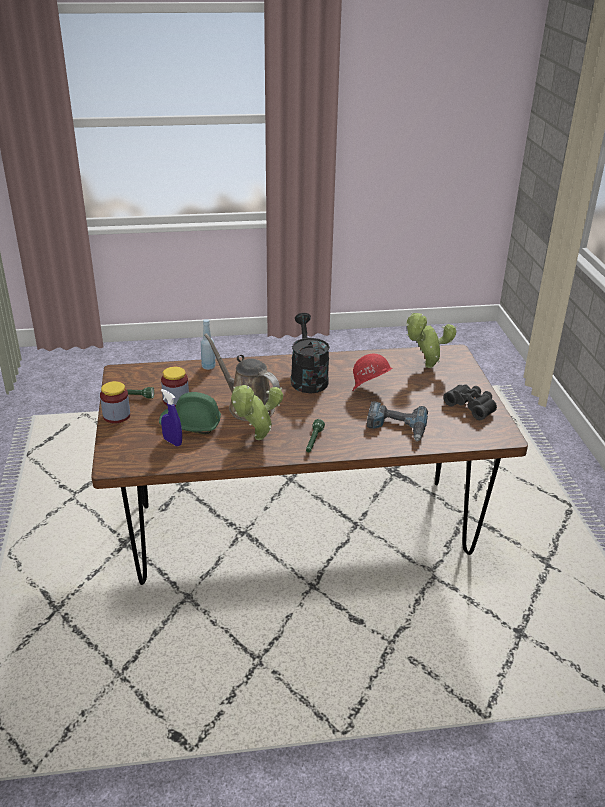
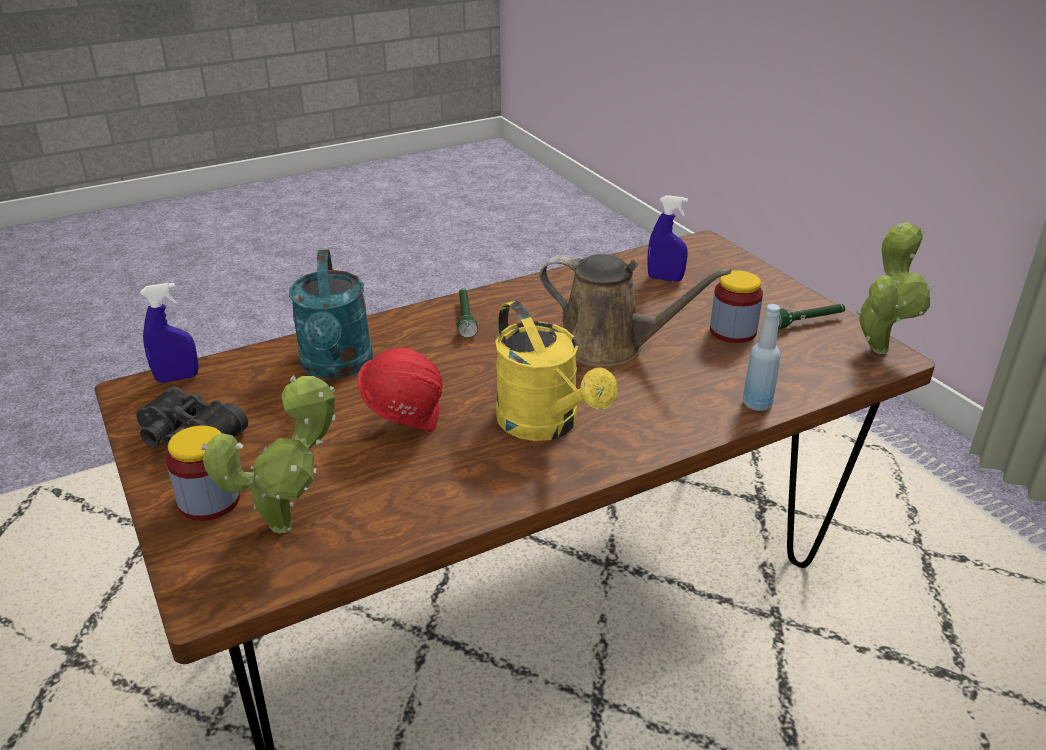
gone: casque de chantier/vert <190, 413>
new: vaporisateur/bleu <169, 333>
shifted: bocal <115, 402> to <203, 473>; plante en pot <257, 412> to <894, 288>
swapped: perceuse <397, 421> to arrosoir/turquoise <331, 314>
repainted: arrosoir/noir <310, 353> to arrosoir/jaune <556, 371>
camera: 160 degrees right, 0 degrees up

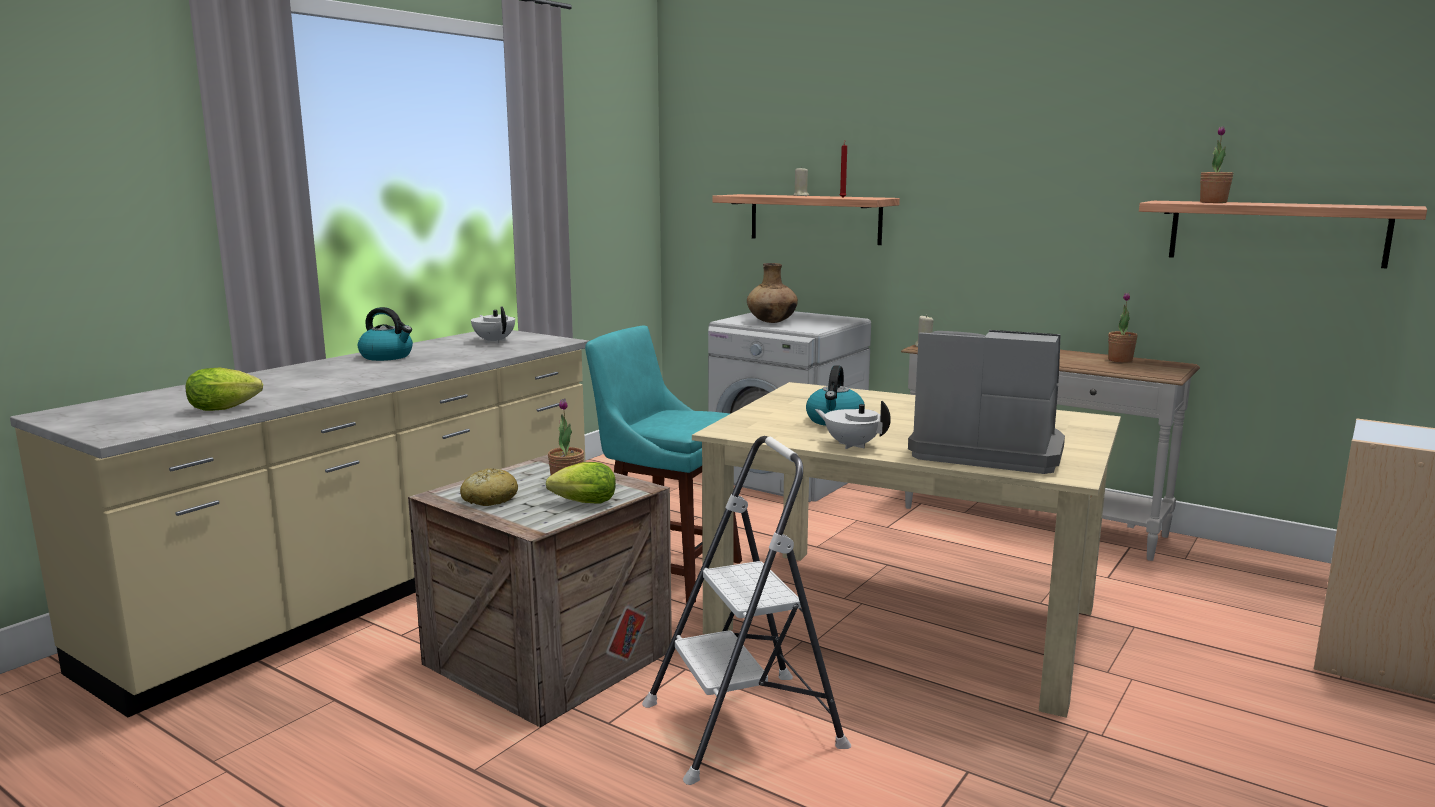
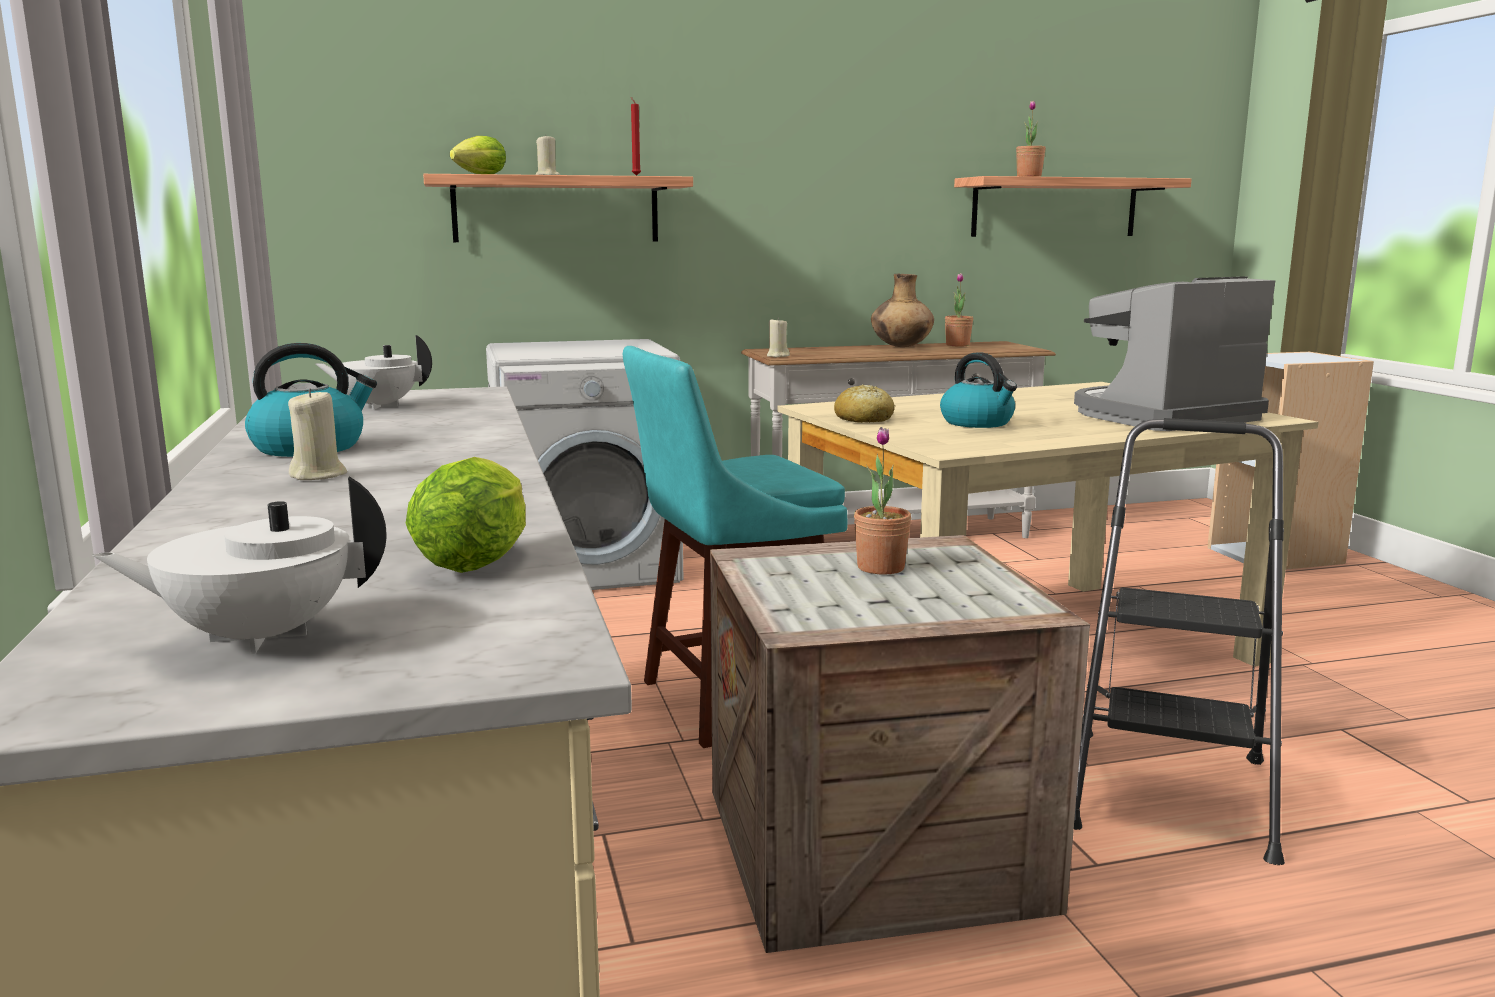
new: bougie/beige <317, 434>
shifted: vase/marron <772, 293> to <902, 310>; théière/blanc <853, 425> to <239, 565>; laitue <581, 483> to <478, 155>; pain <489, 487> to <864, 403>
repainted: escabeau/blanc <746, 610> to escabeau/noir <1179, 641>
camera: 50 degrees left, 0 degrees up

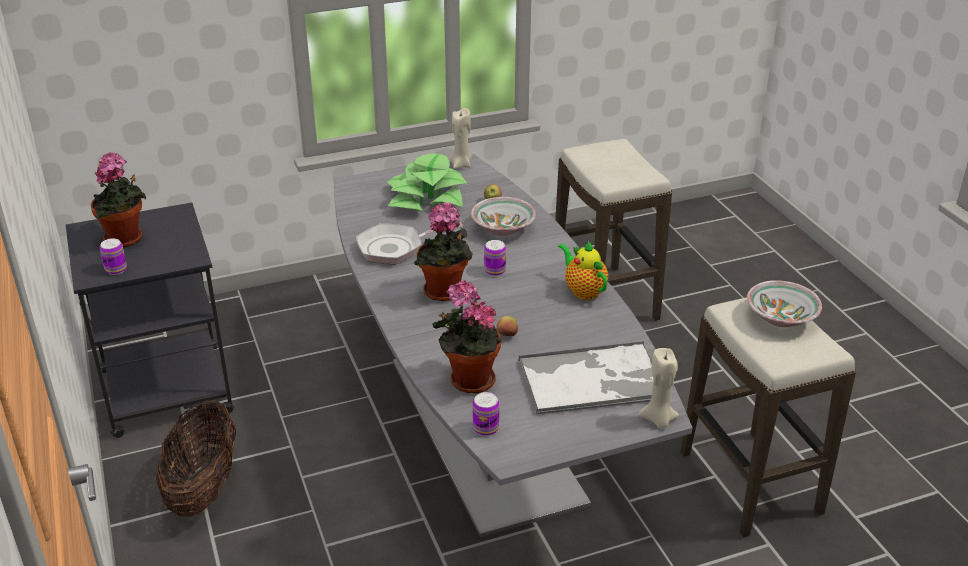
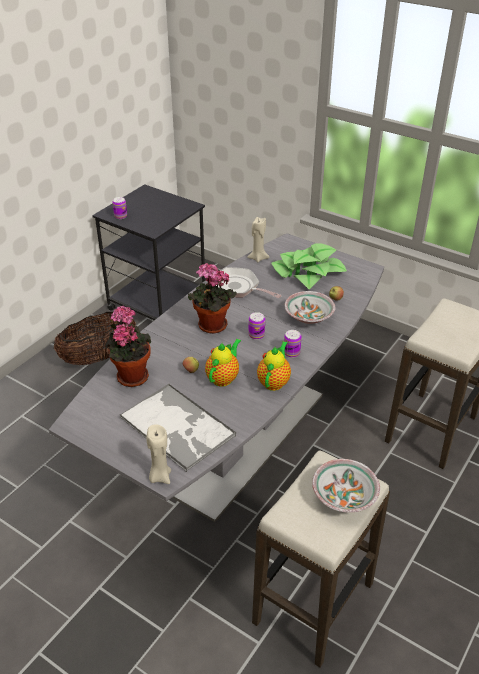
gone: plante en pot <118, 199>
new: théière <223, 363>
shifted: bougie/beige <461, 138> to <258, 240>; boîte métallique <486, 414> to <292, 344>
camera: 55 degrees right, 5 degrees up

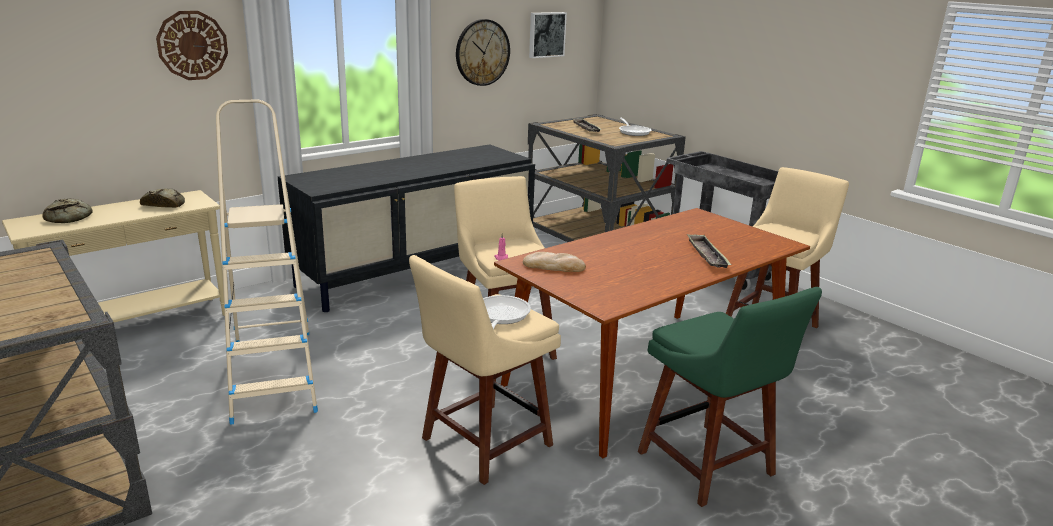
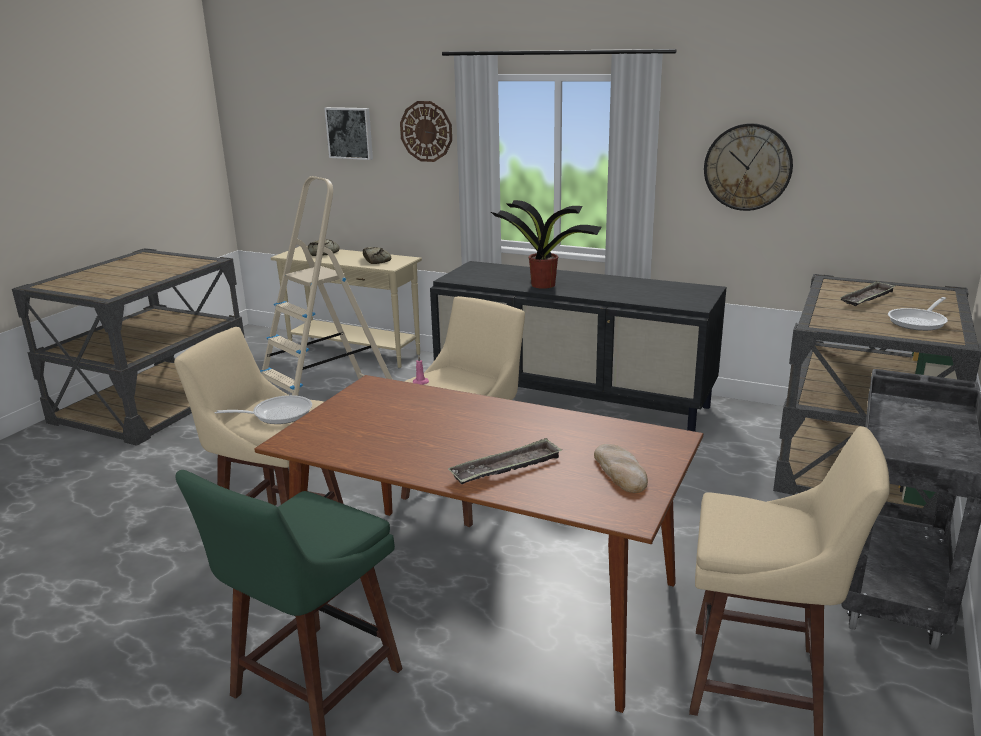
new: plante en pot <546, 244>
shifted: tableau <548, 35> to <348, 133>; pain <554, 262> to <621, 468>
camera: 65 degrees right, 0 degrees up

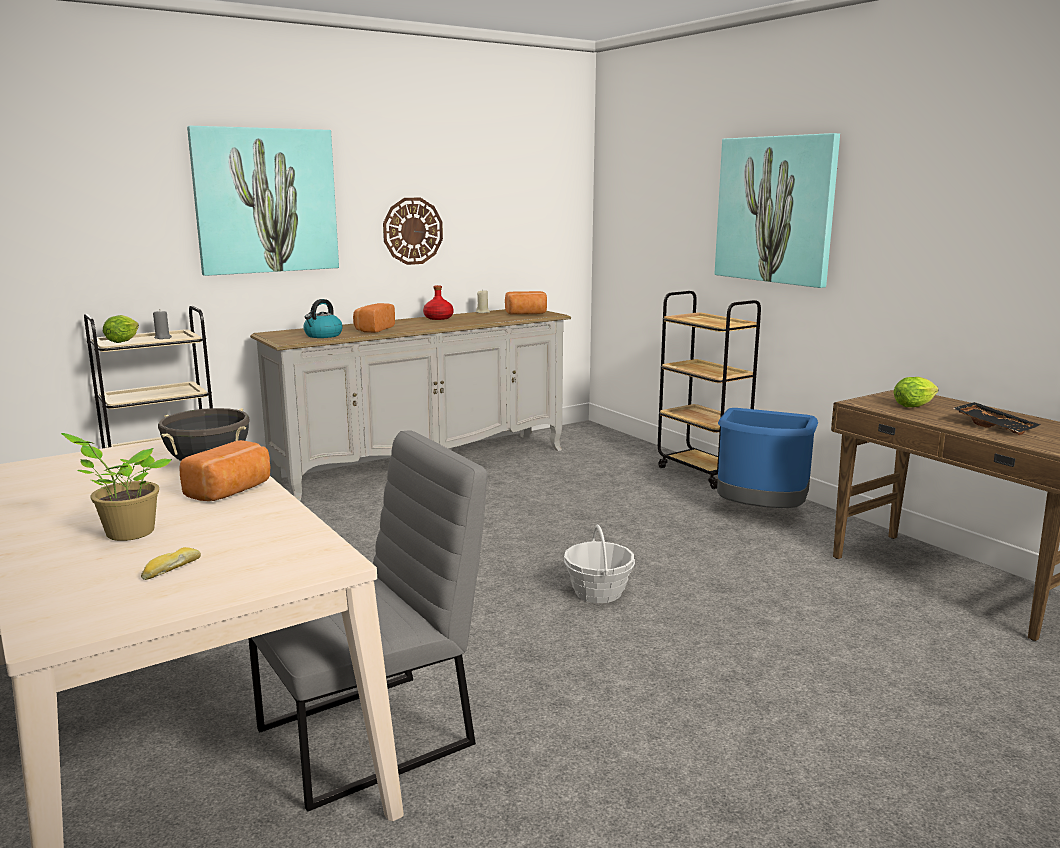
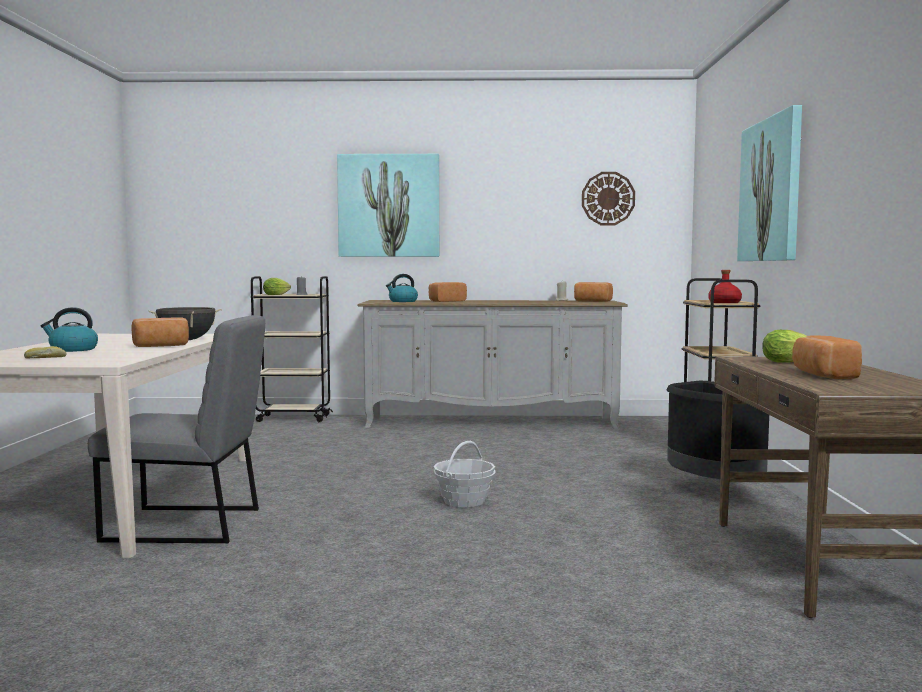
shifted: horloge murale <413, 231> to <608, 199>; bouteille/rouge <438, 302> to <725, 286>
swapped: plateau/noir <996, 418> to pain <827, 357>; plante en pot <116, 487> to bouilloire <69, 329>
repainted: poubelle/bleu <767, 458> to poubelle/noir <718, 429>
camera: 35 degrees right, 10 degrees down

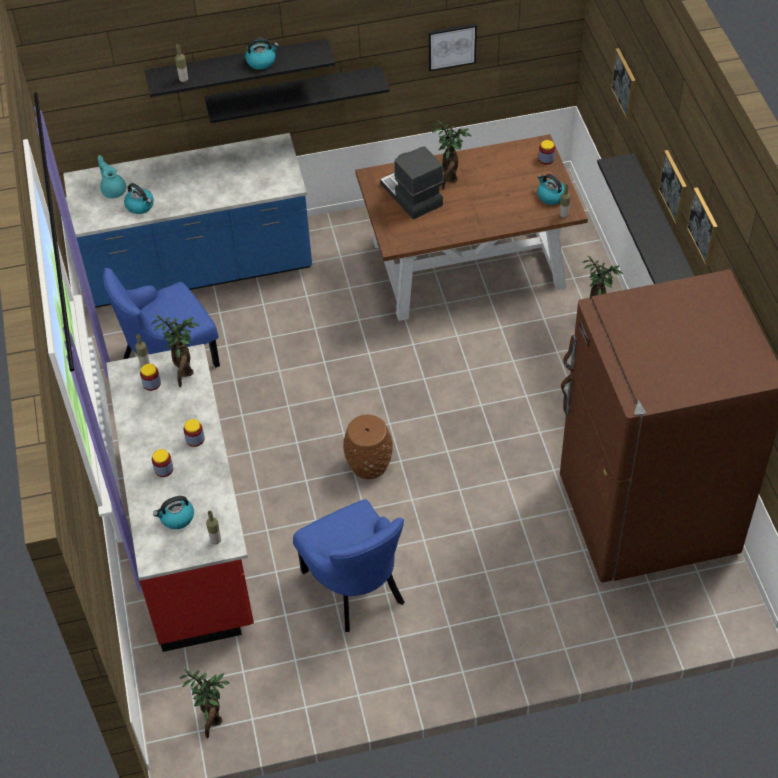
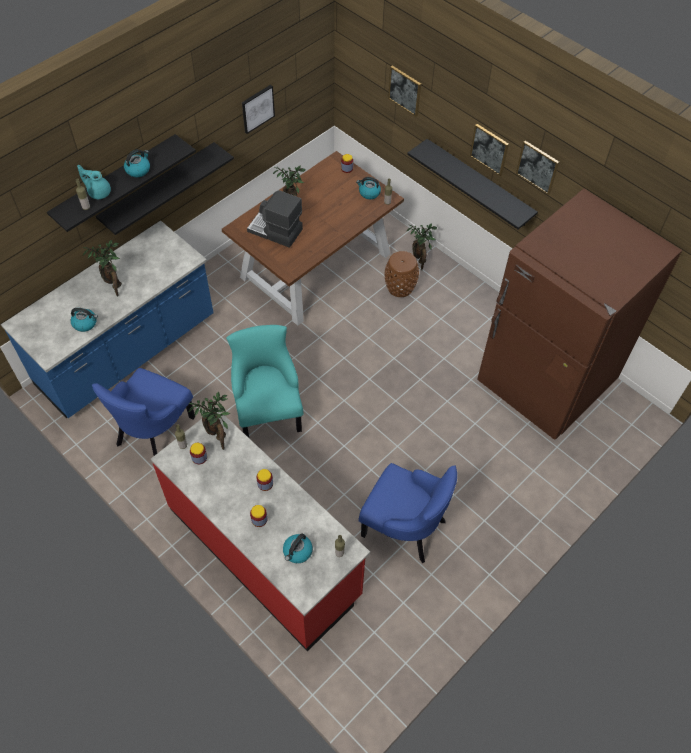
new: chaise/turquoise <265, 381>
shifted: théière/turquoise <112, 176> to <94, 182>; tabouret/marron <368, 447> to <402, 274>; plante en pot <204, 704> to <102, 268>
camera: 35 degrees left, 5 degrees up

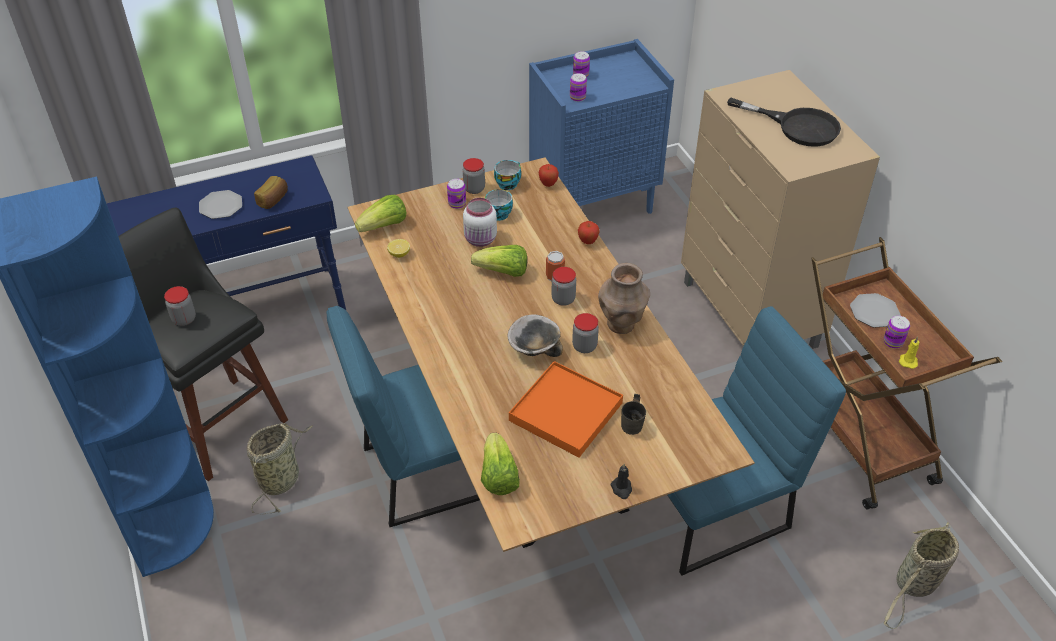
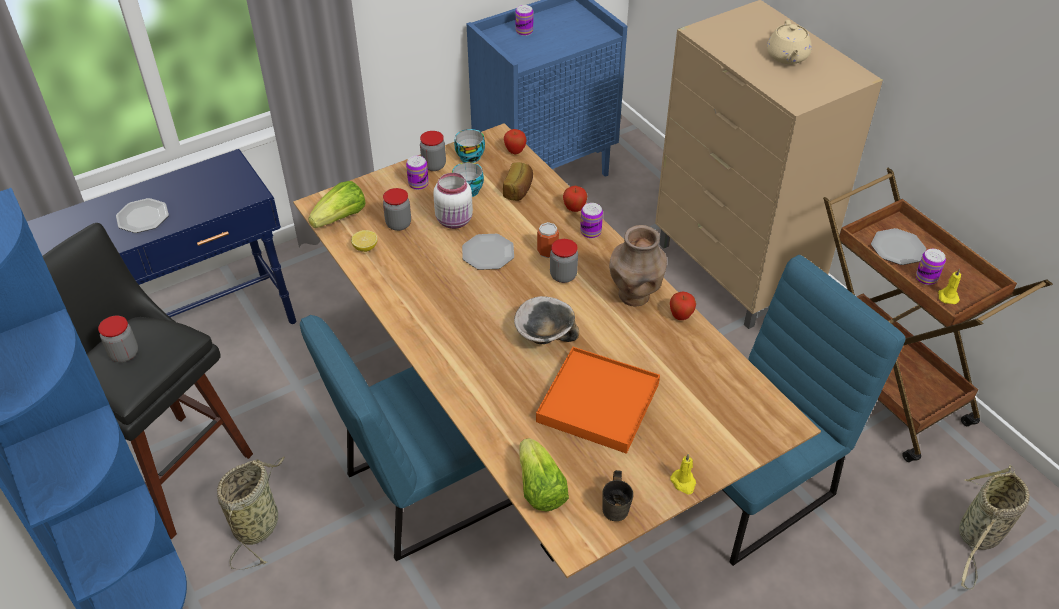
new: pomme <683, 305>
shifted: boîte métallique <578, 87> to <591, 220>; pain <271, 192> to <518, 181>; bocal <585, 333> to <397, 209>; mug/gris <633, 414> to <617, 495>
swapped: poêle/noir <784, 122> to théière/beige <789, 42>; laitue <499, 261> to assiette <488, 252>
repainted: bougie/noir <621, 481> to bougie/jaune <683, 474>
camera: 10 degrees left, 0 degrees up

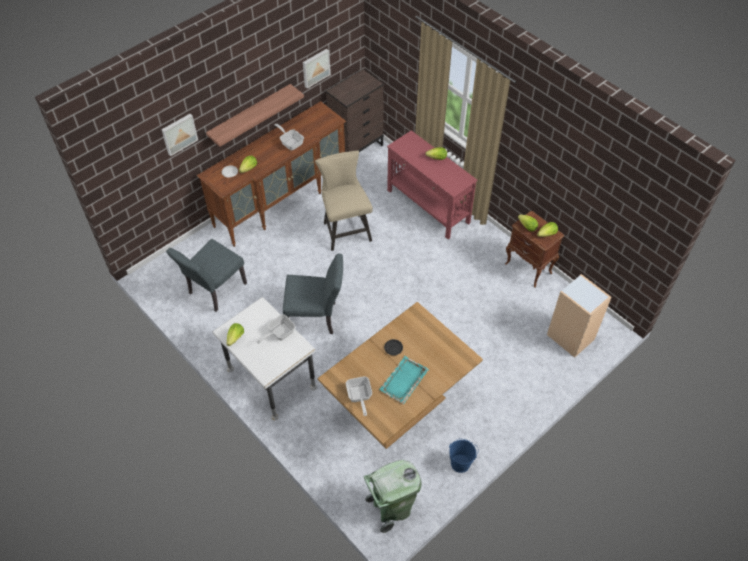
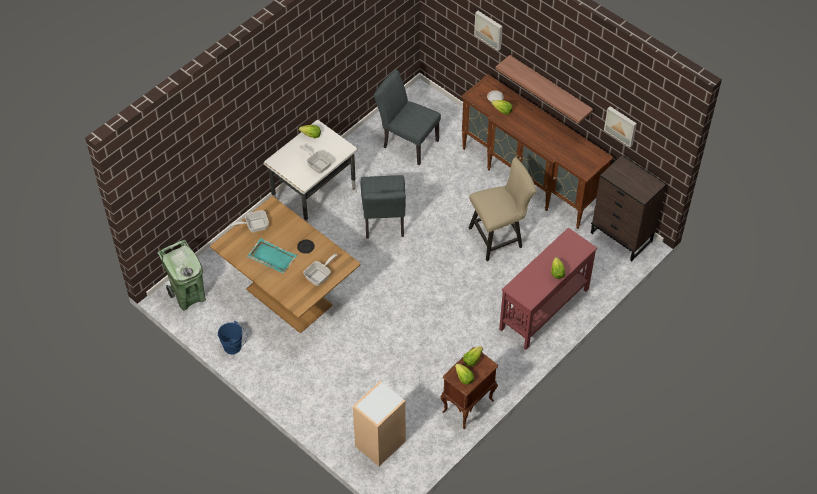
shifted: poêle <289, 137> to <320, 270>
camera: 85 degrees right, 0 degrees up

